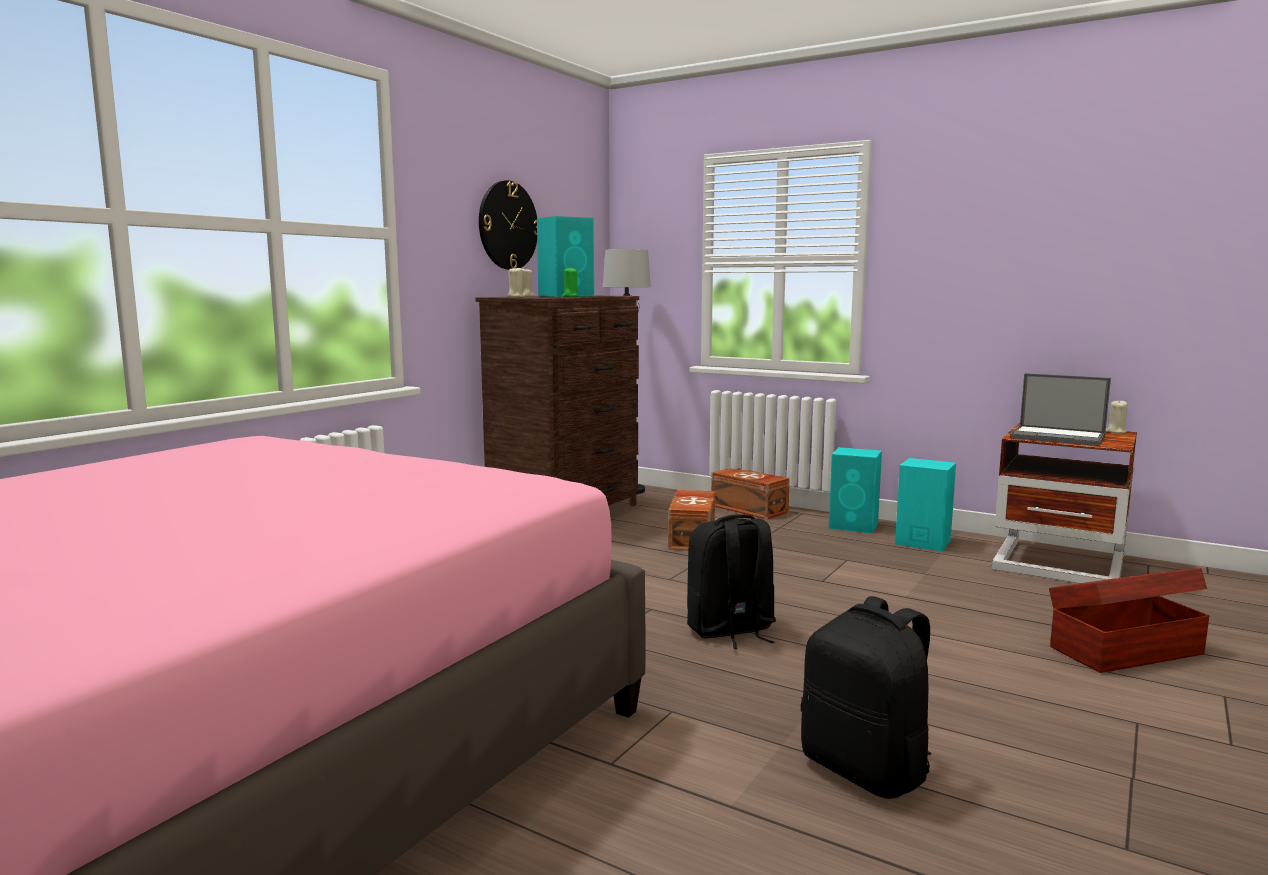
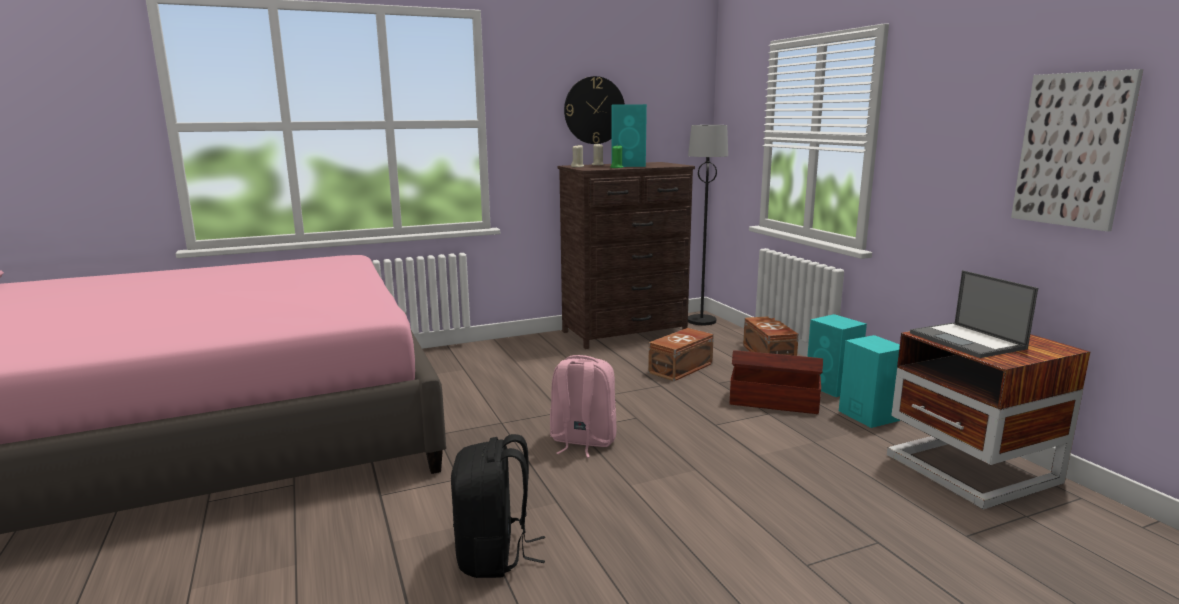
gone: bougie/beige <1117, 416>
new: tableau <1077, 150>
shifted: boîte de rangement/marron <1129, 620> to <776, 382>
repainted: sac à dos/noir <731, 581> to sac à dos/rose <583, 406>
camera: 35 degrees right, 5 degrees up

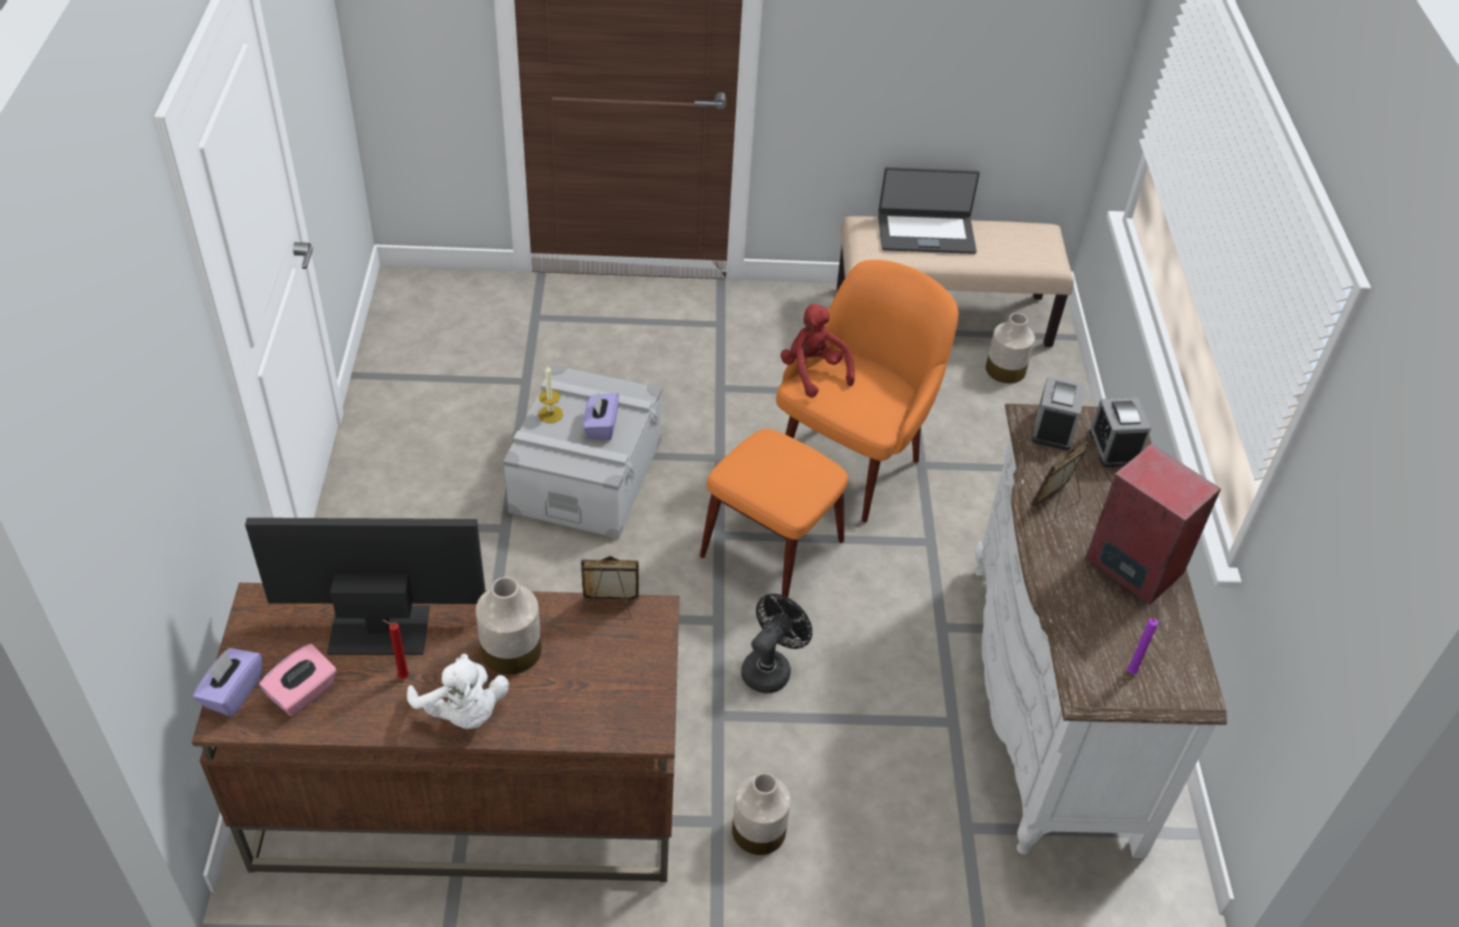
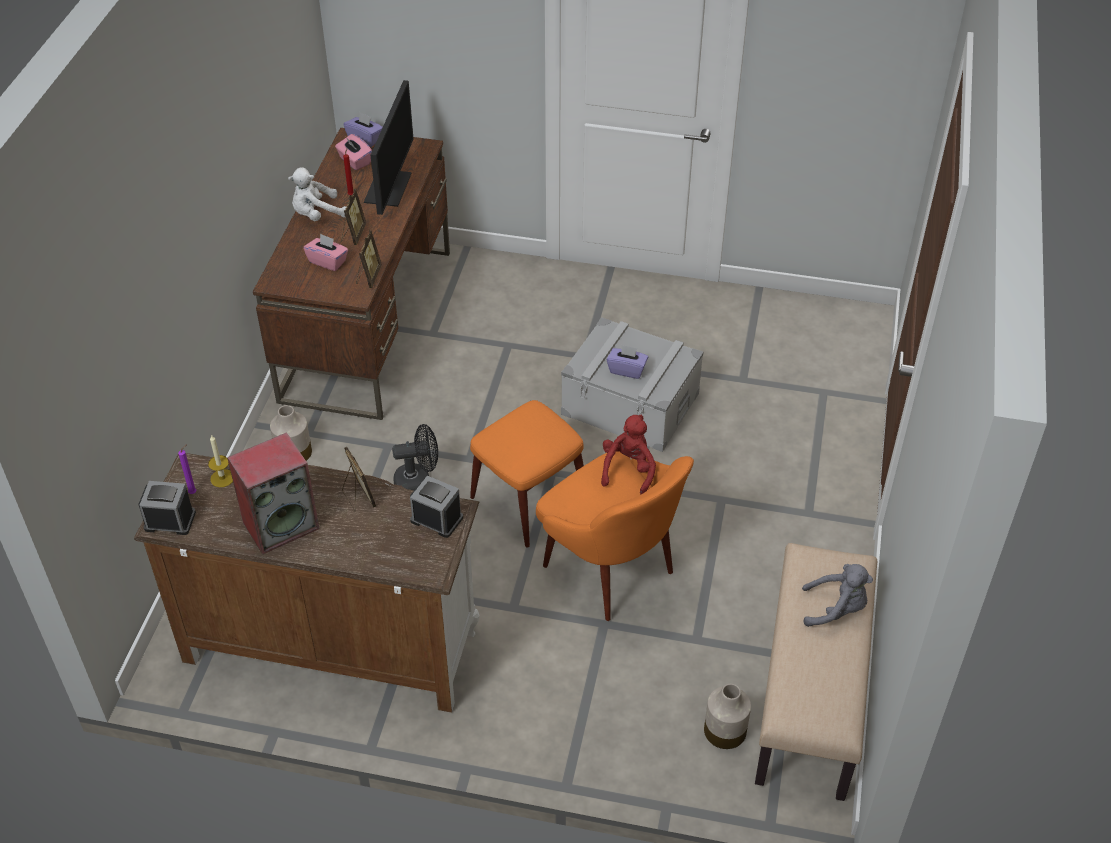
new: boîte à mouchoirs/rose <326, 252>
shifted: bougie <550, 394> to <220, 461>; réveil <1120, 432> to <167, 508>
swapped: ordinateur portable <929, 210> to peluche/gris <837, 595>; vase/beige <509, 626> to cadre photo <353, 217>
rotated: peluche/rouge <817, 351> = <628, 454> 60 degrees counterclockwise; ventilateur/noir <776, 643> = <415, 457> 60 degrees counterclockwise
camera: 105 degrees right, 0 degrees up

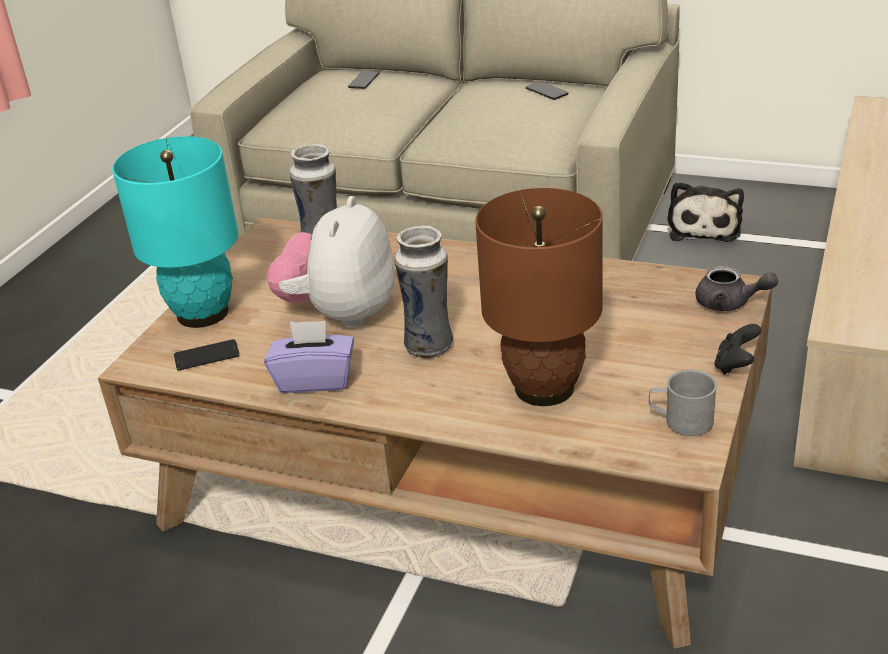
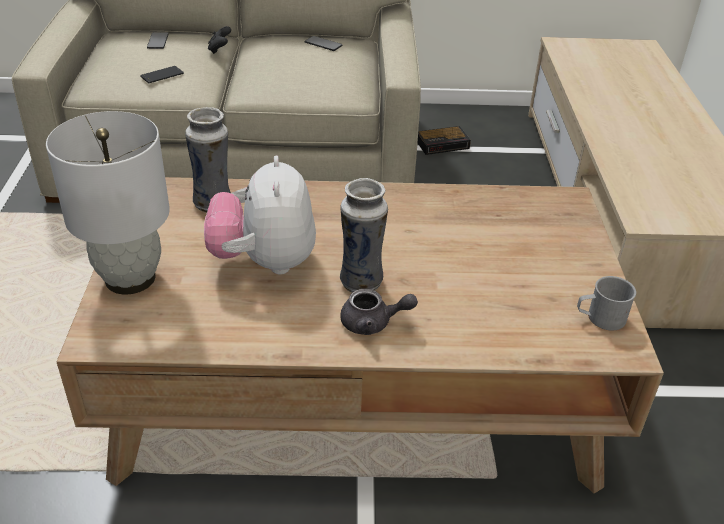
gone: lampe de table/marron <539, 297>; boîte à mouchoirs/violet <309, 356>
shifted: théière/gris <737, 288> to <379, 312>; manette/noir <738, 349> to <219, 40>; téléphone <207, 355> to <162, 74>
swapped: peluche <706, 212> to réveil <444, 140>
repainted: lampe de table/turquoise <175, 232> to lampe de table/blanc <108, 202>
camera: 25 degrees left, 5 degrees up

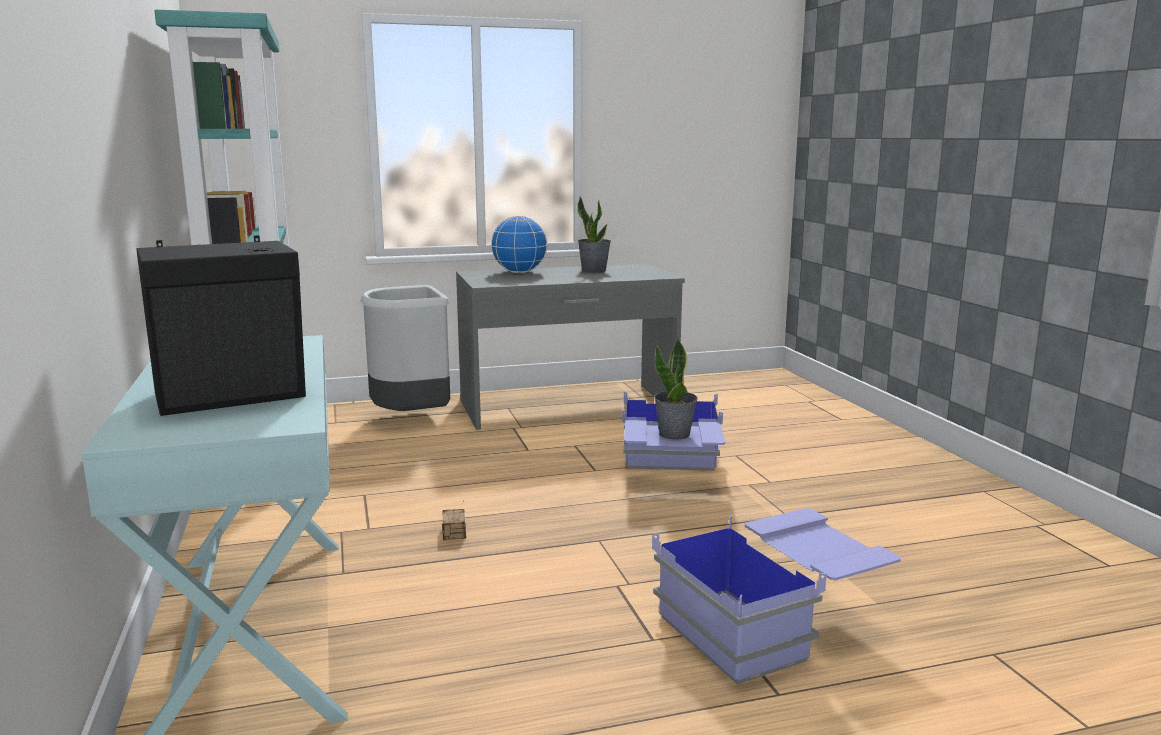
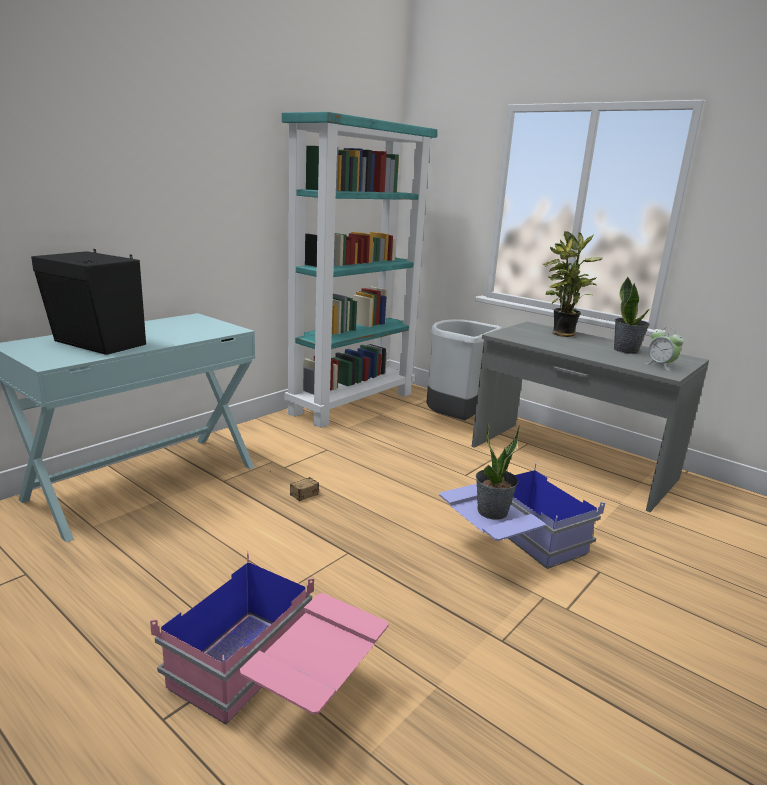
new: réveil <664, 348>
swapped: globe <519, 244> to plante en pot <573, 284>
repainted: boîte de rangement/bleu <776, 596> to boîte de rangement/rose <269, 637>
camera: 55 degrees right, 5 degrees up

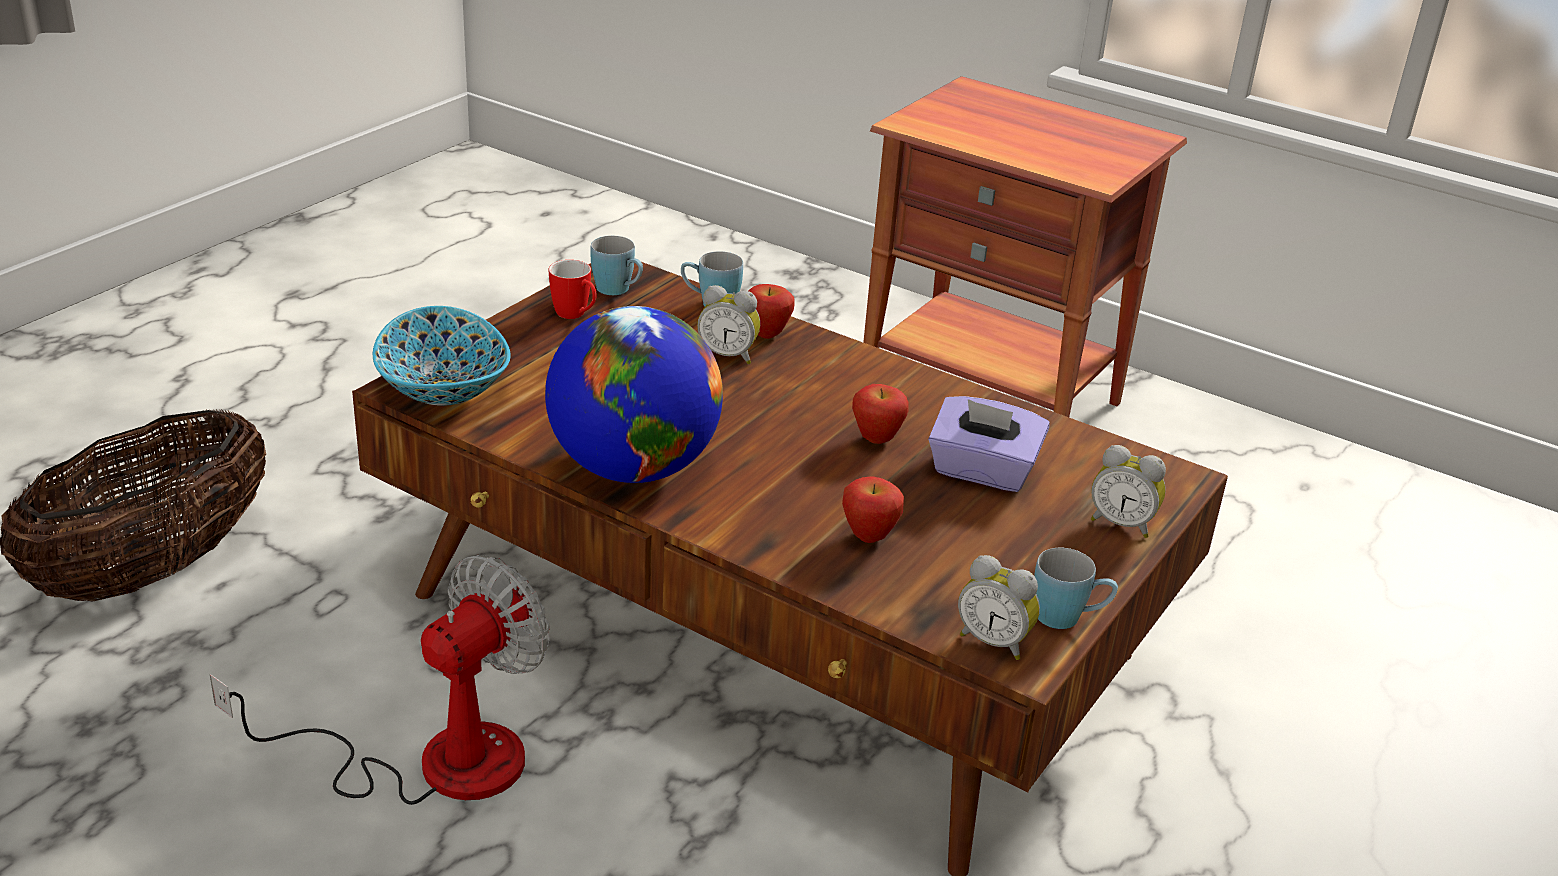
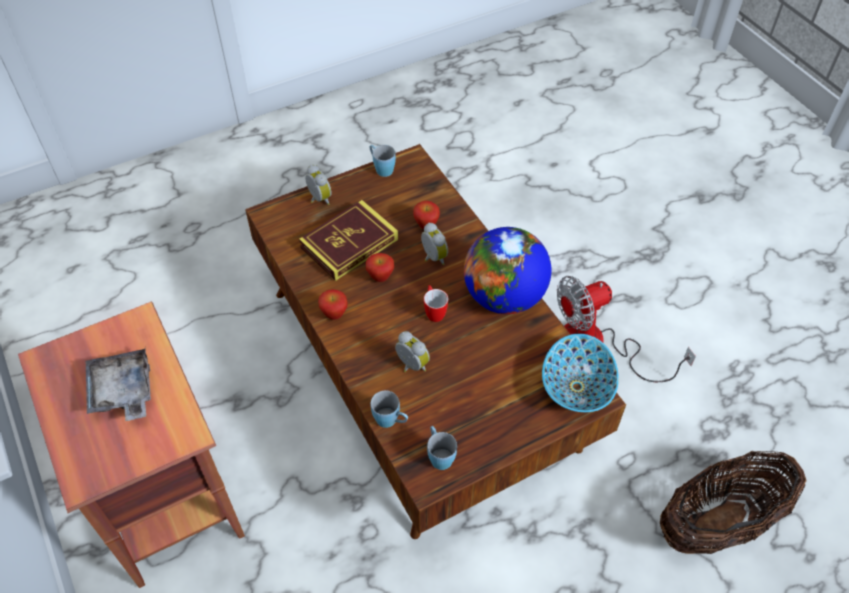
new: plateau/gris <118, 385>
shifted: mug <573, 289> to <436, 303>; pomme <771, 311> to <333, 304>; réveil <999, 607> to <434, 244>
swapped: boîte à mouchoirs/violet <989, 444> to livre <348, 240>
camera: 150 degrees left, 20 degrees up

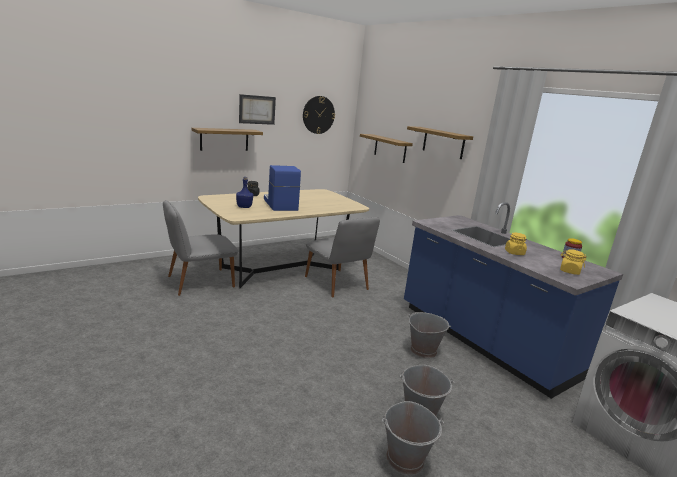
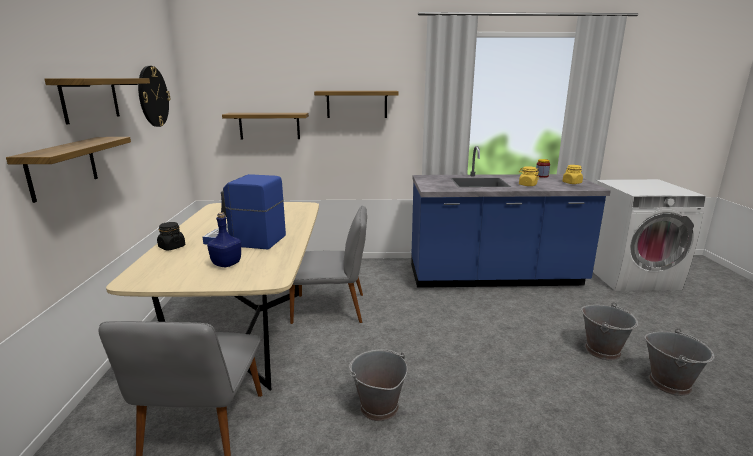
shifted: seau/gris <429, 335> to <378, 385>
swapped: tableau <257, 109> to étagère <97, 101>
camera: 55 degrees left, 0 degrees up

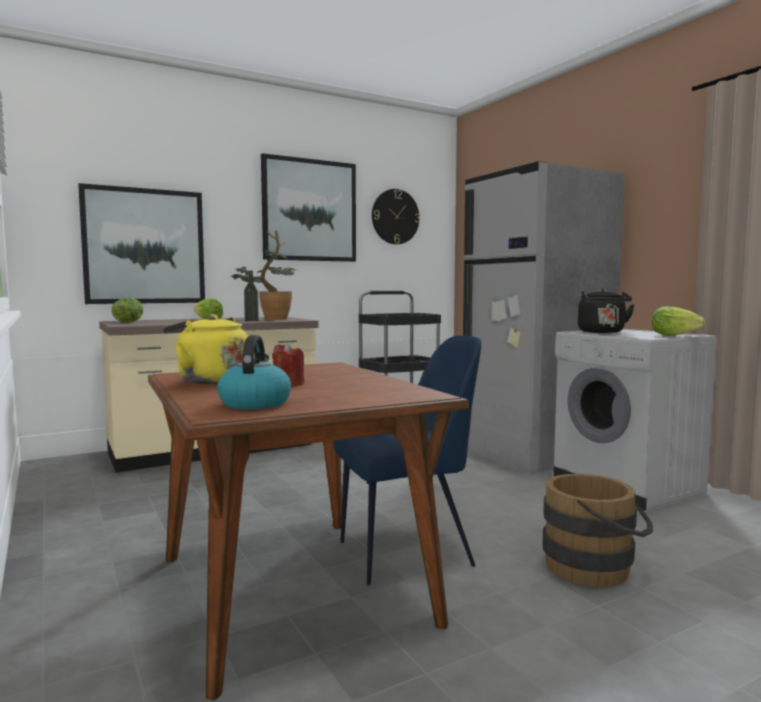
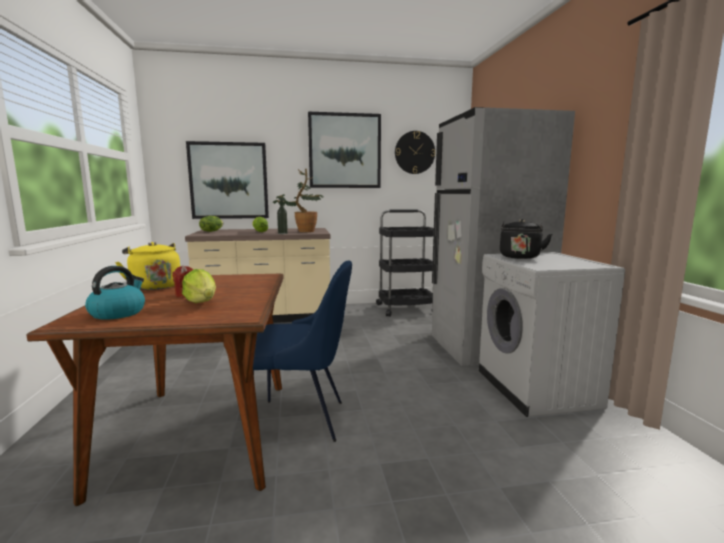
gone: seau/marron <597, 530>
shifted: laitue <678, 320> to <199, 286>
camera: 20 degrees right, 5 degrees up

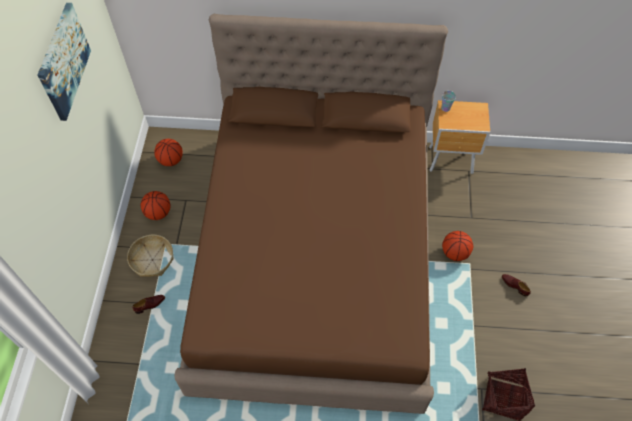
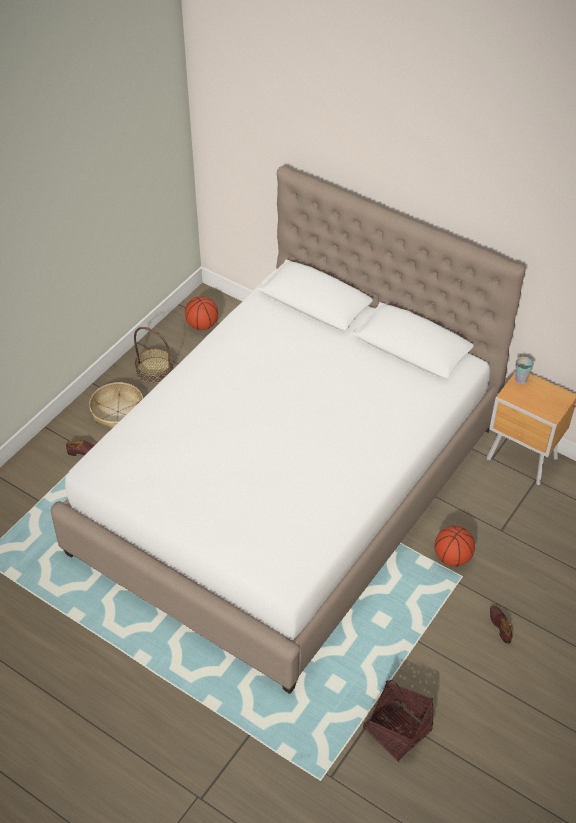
gone: tableau <64, 62>
swapped: ballon de basket <156, 205> to panier <153, 355>
repainted: lit/marron <311, 214> to lit/blanc <288, 430>
camera: 30 degrees right, 10 degrees down

